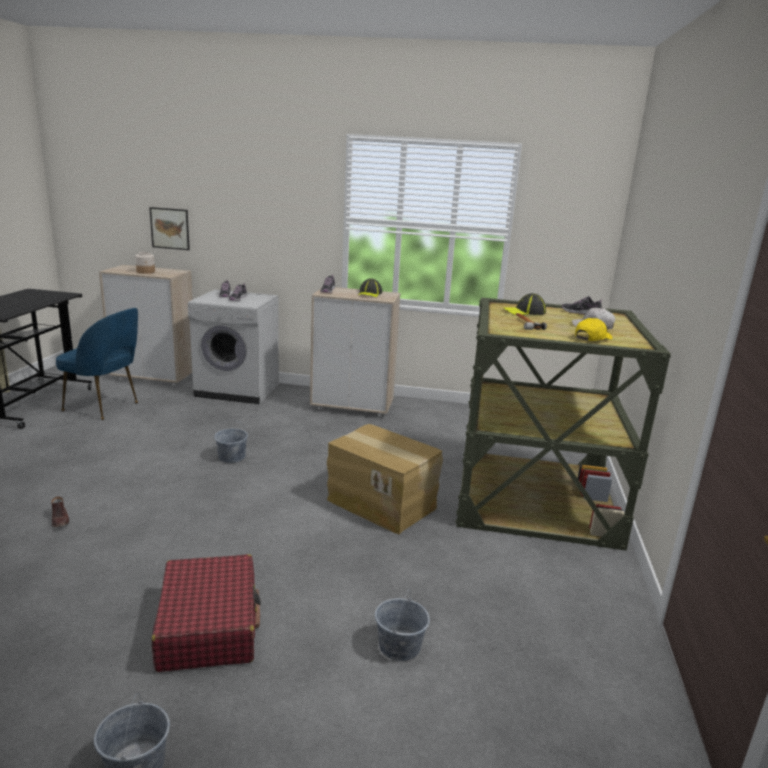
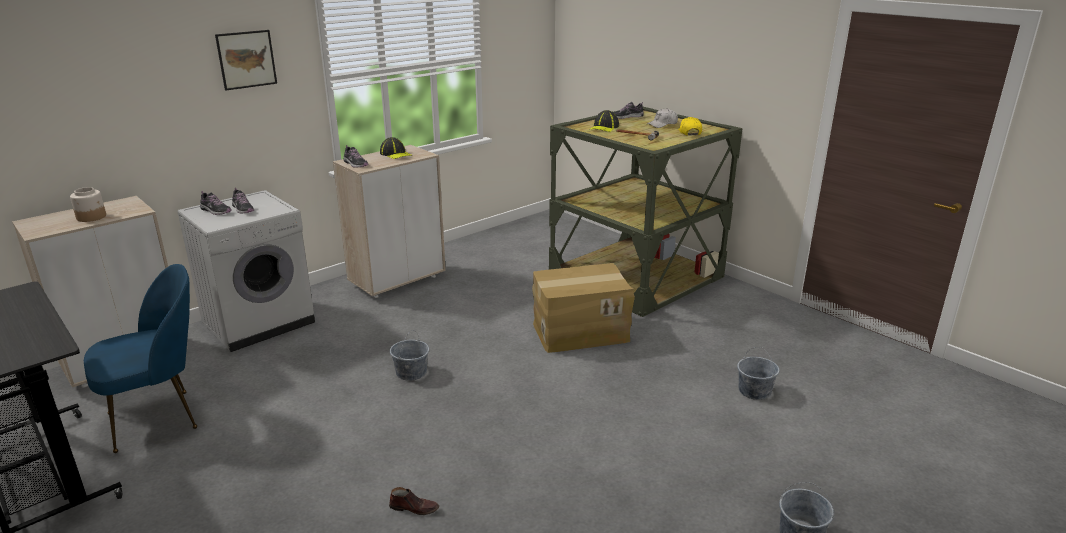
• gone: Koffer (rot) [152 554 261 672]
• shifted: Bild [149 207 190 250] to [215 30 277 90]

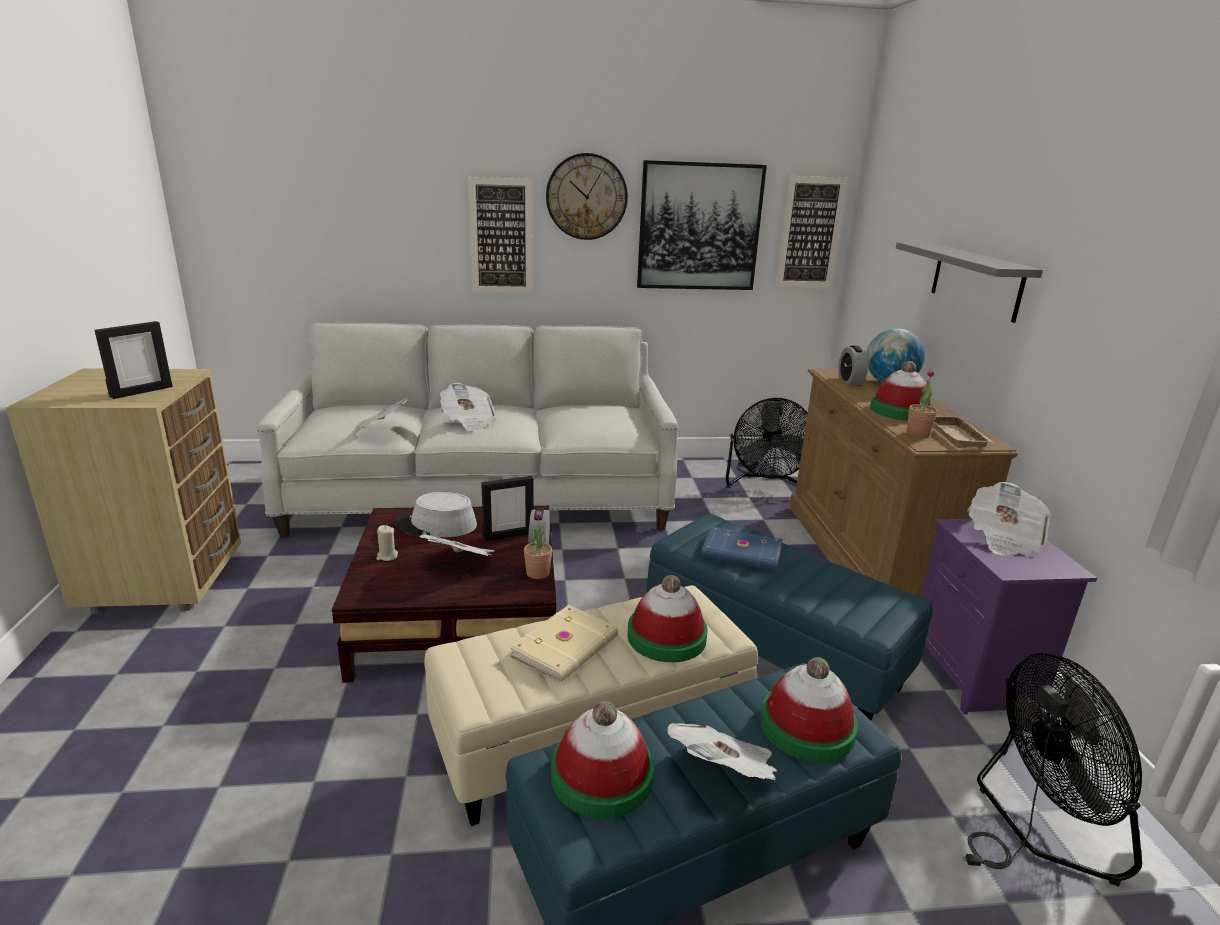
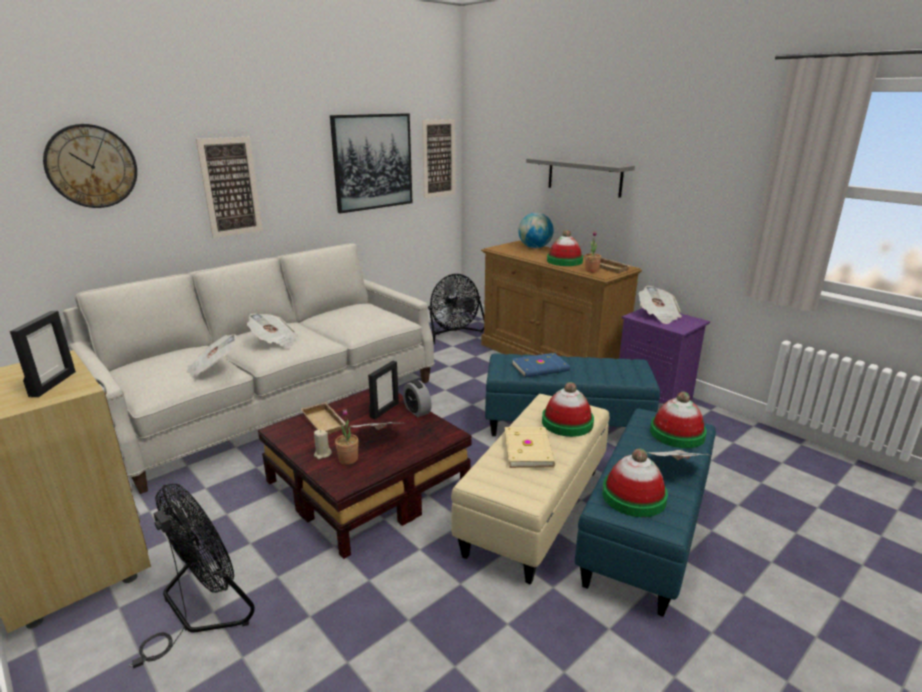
• gone: Wecker [838 345 868 385]
• shifted: Topfpflanze [524 510 552 579] to [335 409 359 465]
• shifted: Wanduhr [546 153 628 240] to [43 124 137 208]
• shifted: Ventilator (schwarz) [963 653 1142 886] to [129 484 255 668]
• swapped: Hut (grau) [395 492 477 538] to Tablett (beige) [301 402 345 434]

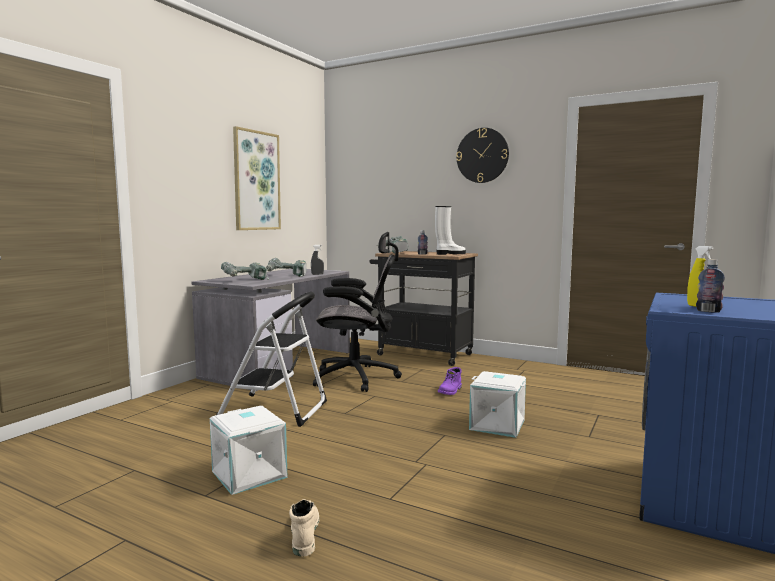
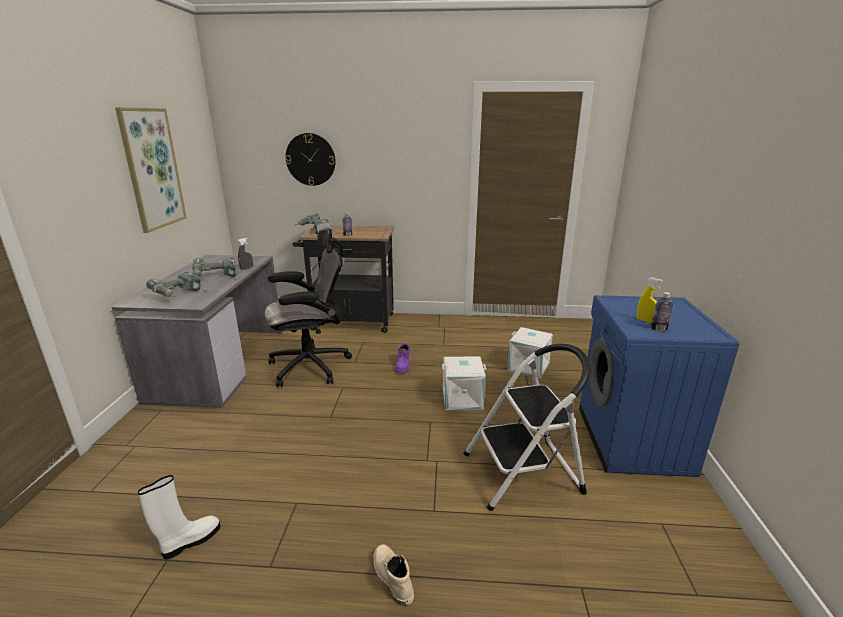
• shifted: Aufbewahrungsbox (weiß) [210 406 288 495] to [507 327 553 379]
• shifted: Trittleiter [216 292 327 427] to [463 344 590 511]
• shifted: Stiefel (weiß) [435 206 466 255] to [138 475 221 559]
• shifted: Wanduhr [456 128 509 183] to [285 133 336 186]

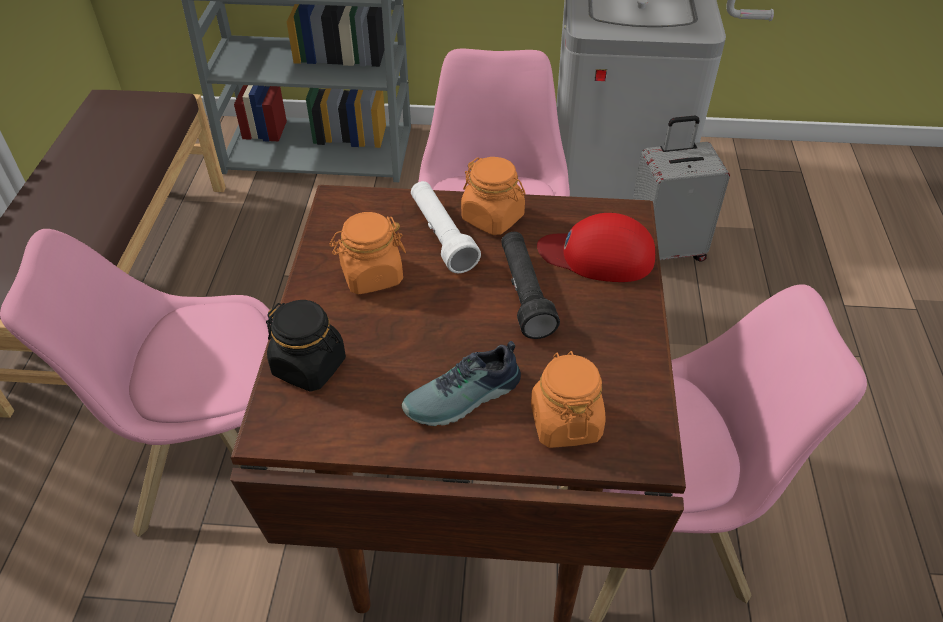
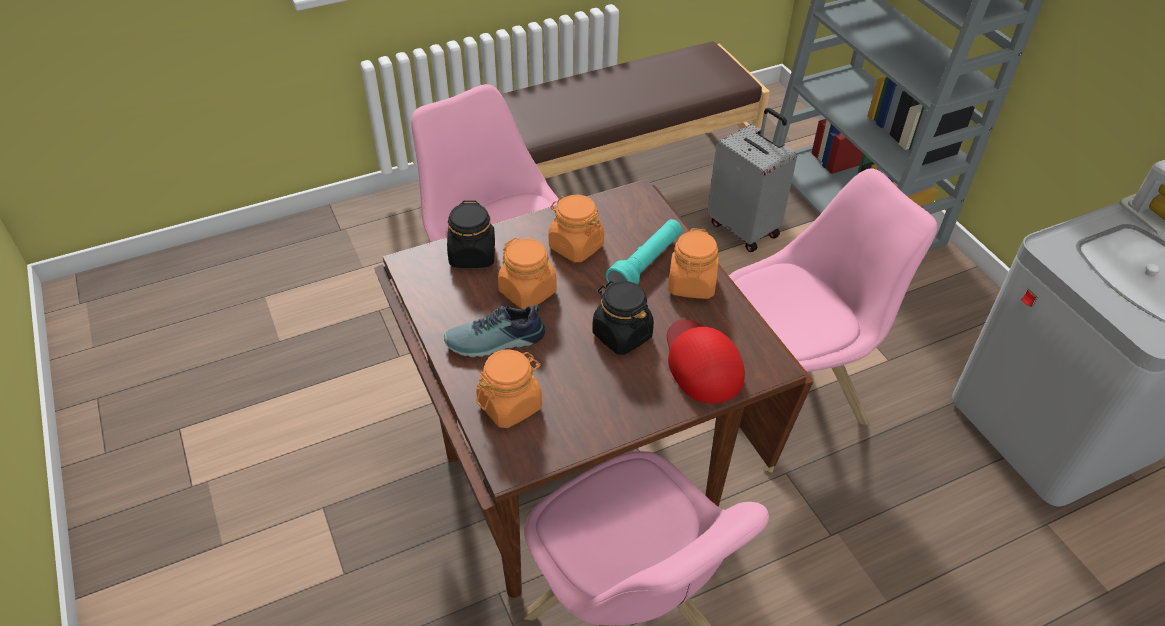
• new: Vorratsglas (orange) [498 238 557 309]
• shifted: Koffer (grau) [633 116 730 262] to [707 108 797 252]
• swapped: Taschenlampe (schwarz) [501 232 560 339] to Vorratsglas (schwarz) [592 281 654 355]
• repainted: Taschenlampe (weiß) [411 181 481 273] to Taschenlampe (türkis) [606 219 682 285]
• rotated: Schuh [402 341 521 426] = [444 304 545 357] 45 degrees counterclockwise

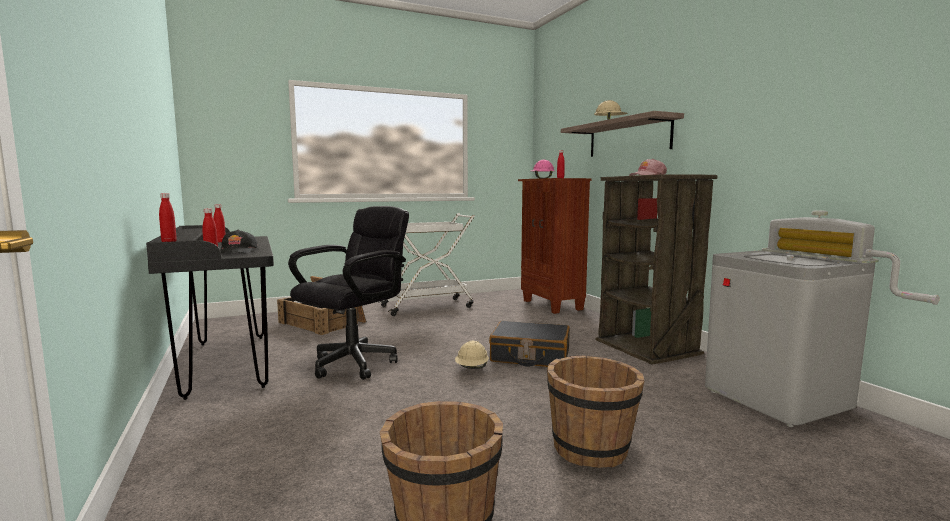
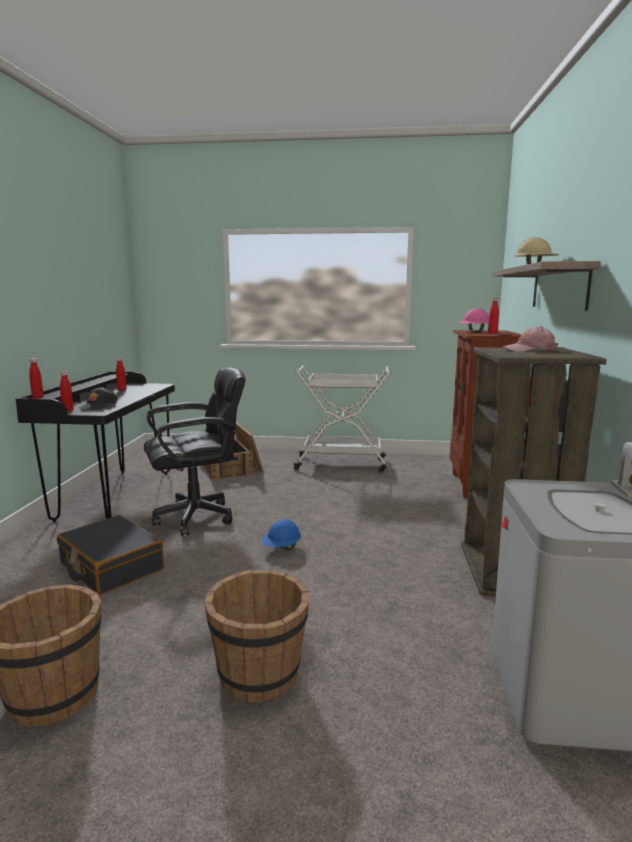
• shifted: Koffer (schwarz) [489 321 570 367] to [57 515 164 595]
• repainted: Schutzhelm (beige) [455 341 489 369] to Schutzhelm (blau) [262 519 301 550]

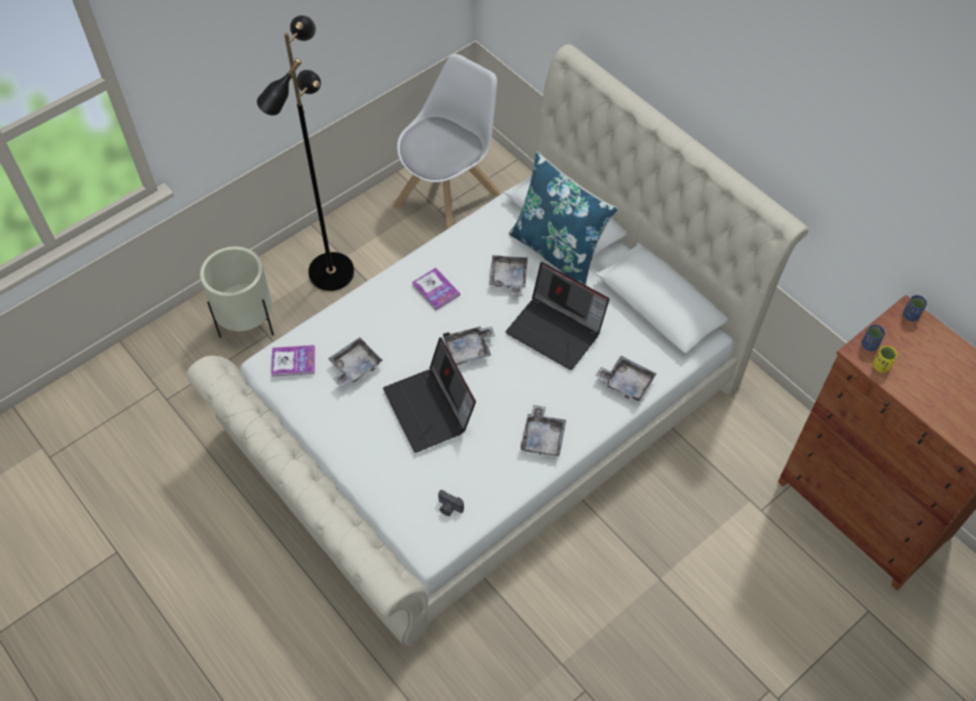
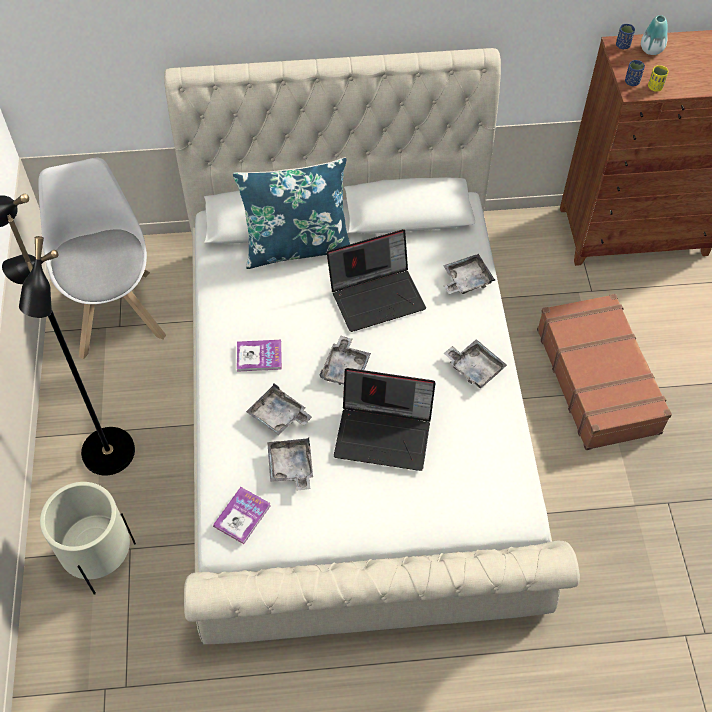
• gone: Kamera [438 490 464 516]
• new: Koffer (braun) [537 294 672 450]
• new: Vase [641 15 668 55]
• shifted: Tablett (grau) [489 255 528 295] to [246 383 312 435]

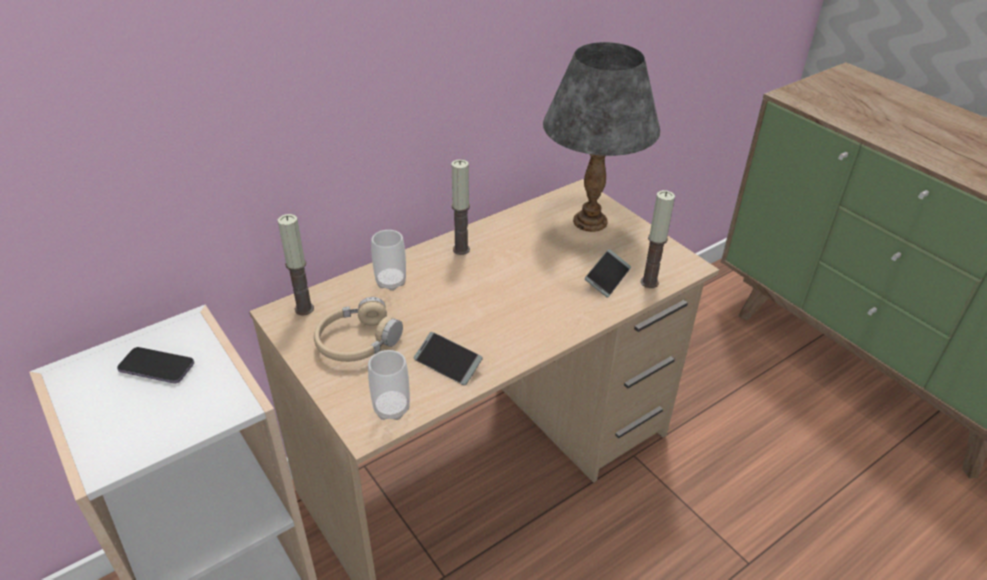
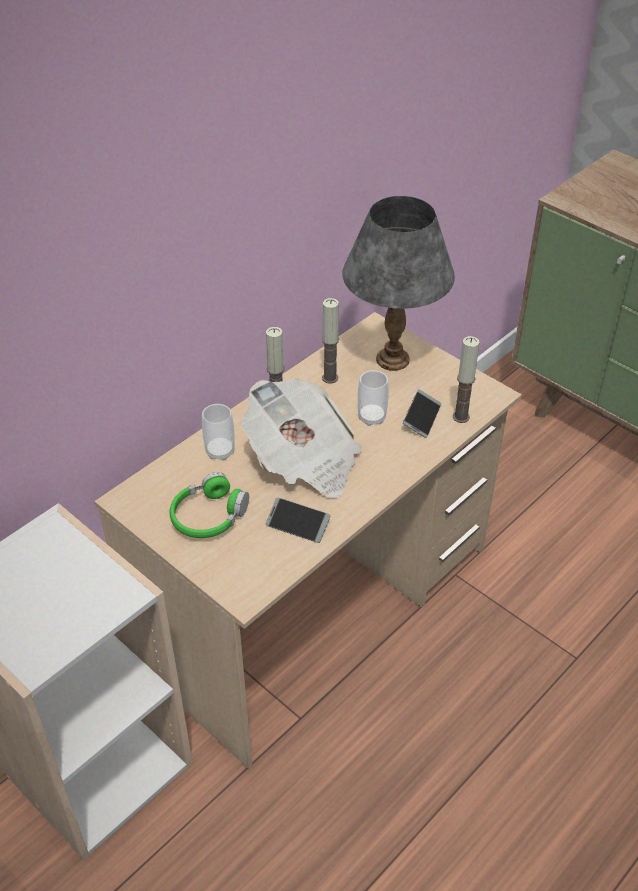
• gone: Handy [117 347 194 383]
• new: Zeitung [241 378 362 498]
• shifted: Kerze [278 214 314 316] to [322 298 339 384]
• shifted: Tasse [368 350 410 420] to [358 370 389 426]
• repainted: Kopfhörer (beige) [314 297 403 362] to Kopfhörer (grün) [169 472 249 538]

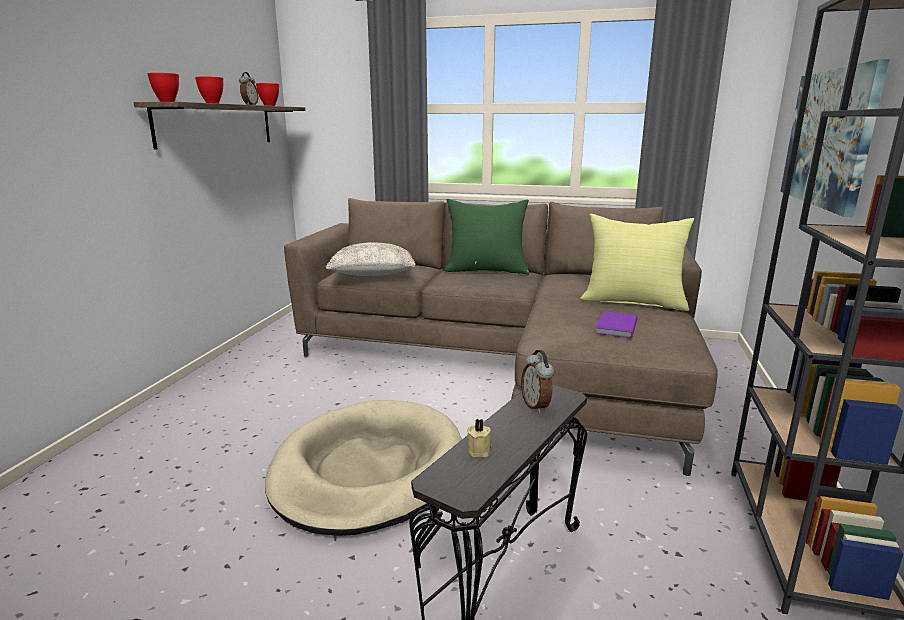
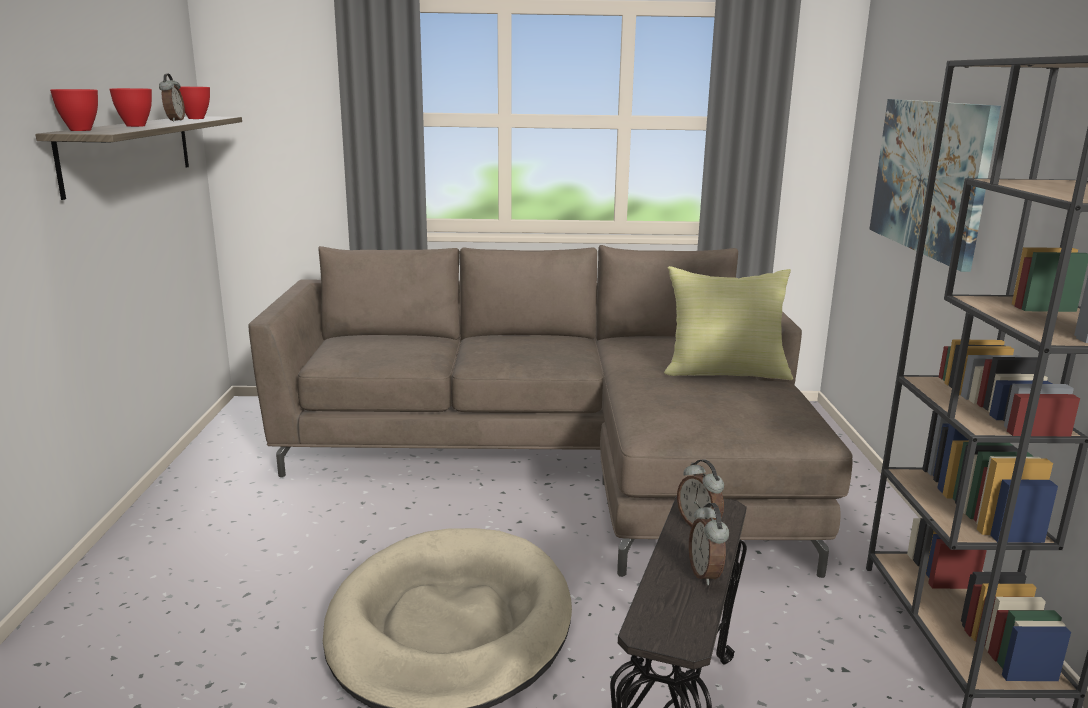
• gone: Kissen (beige) [326 242 415 276]
• gone: Kissen (grün) [444 199 530 275]
• gone: Kerze (beige) [467 418 492 457]
• gone: Buch (lila) [595 311 638 338]
• new: Wecker [689 503 729 585]

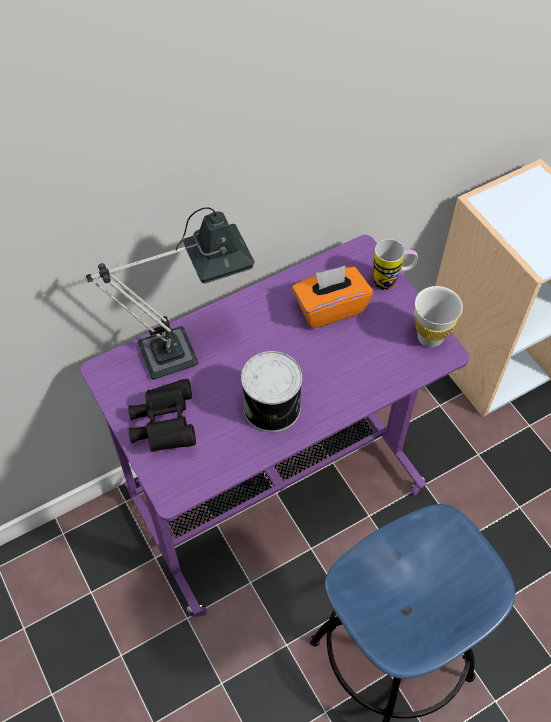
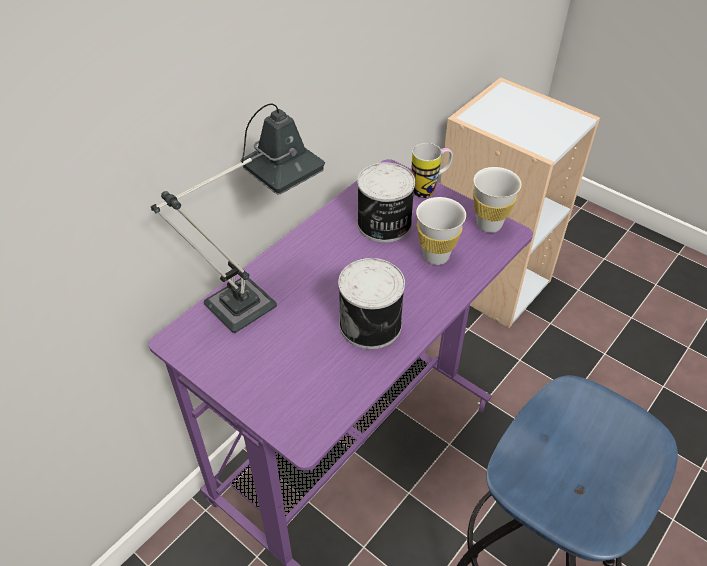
• gone: Fernglas (schwarz) [128 379 196 452]
• new: Tasse (weiß) [416 197 466 265]
• swapped: Taschentuchbox (orange) [292 266 373 328] to Dose [357 162 415 243]

